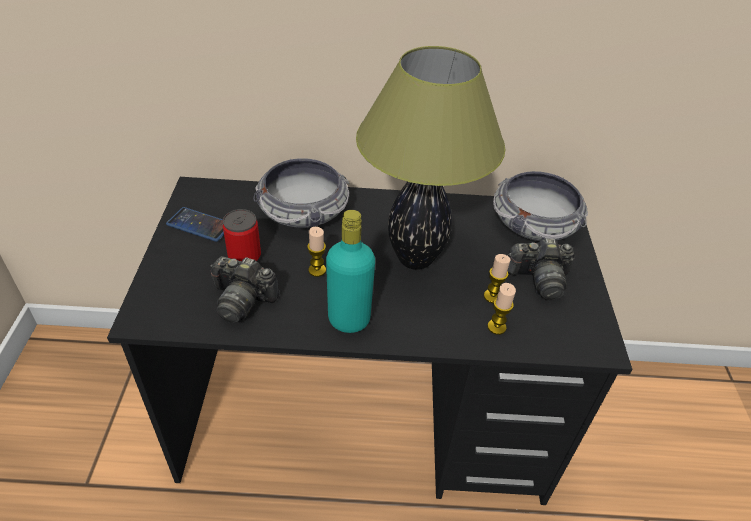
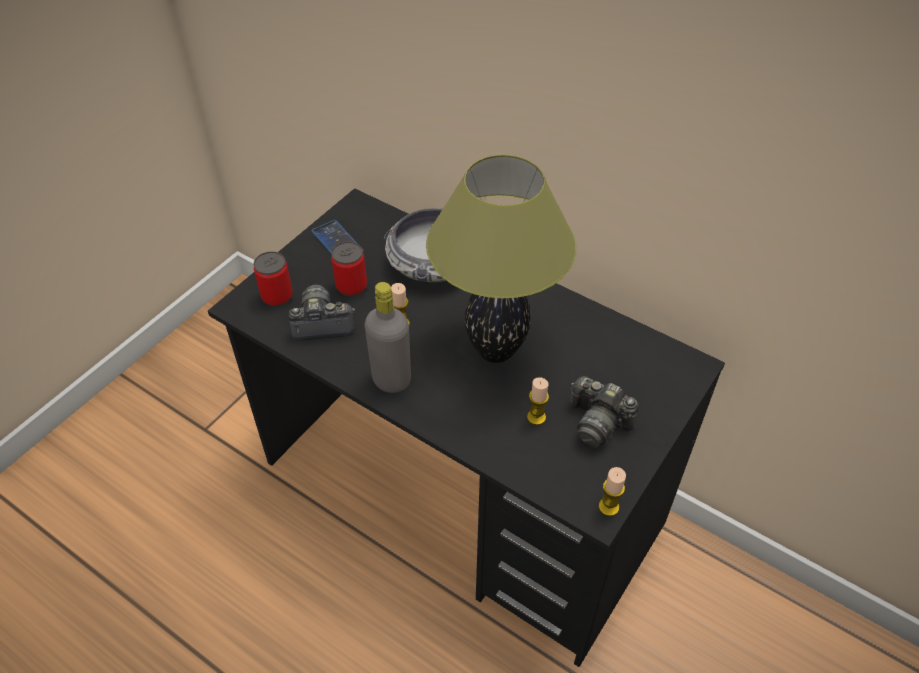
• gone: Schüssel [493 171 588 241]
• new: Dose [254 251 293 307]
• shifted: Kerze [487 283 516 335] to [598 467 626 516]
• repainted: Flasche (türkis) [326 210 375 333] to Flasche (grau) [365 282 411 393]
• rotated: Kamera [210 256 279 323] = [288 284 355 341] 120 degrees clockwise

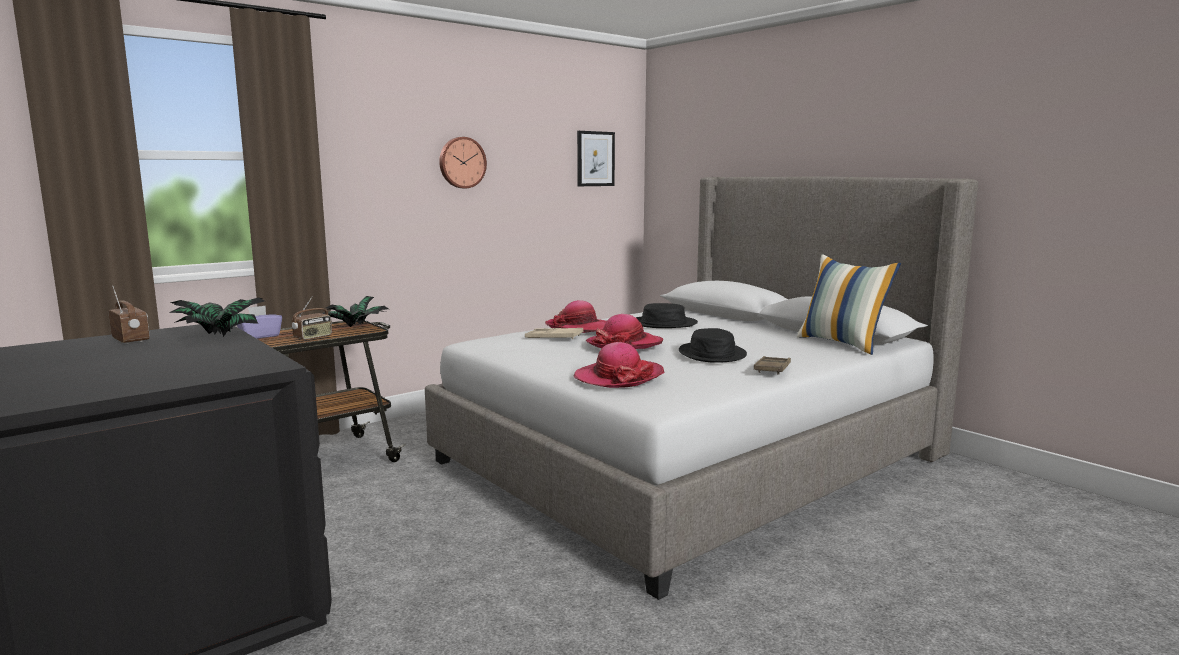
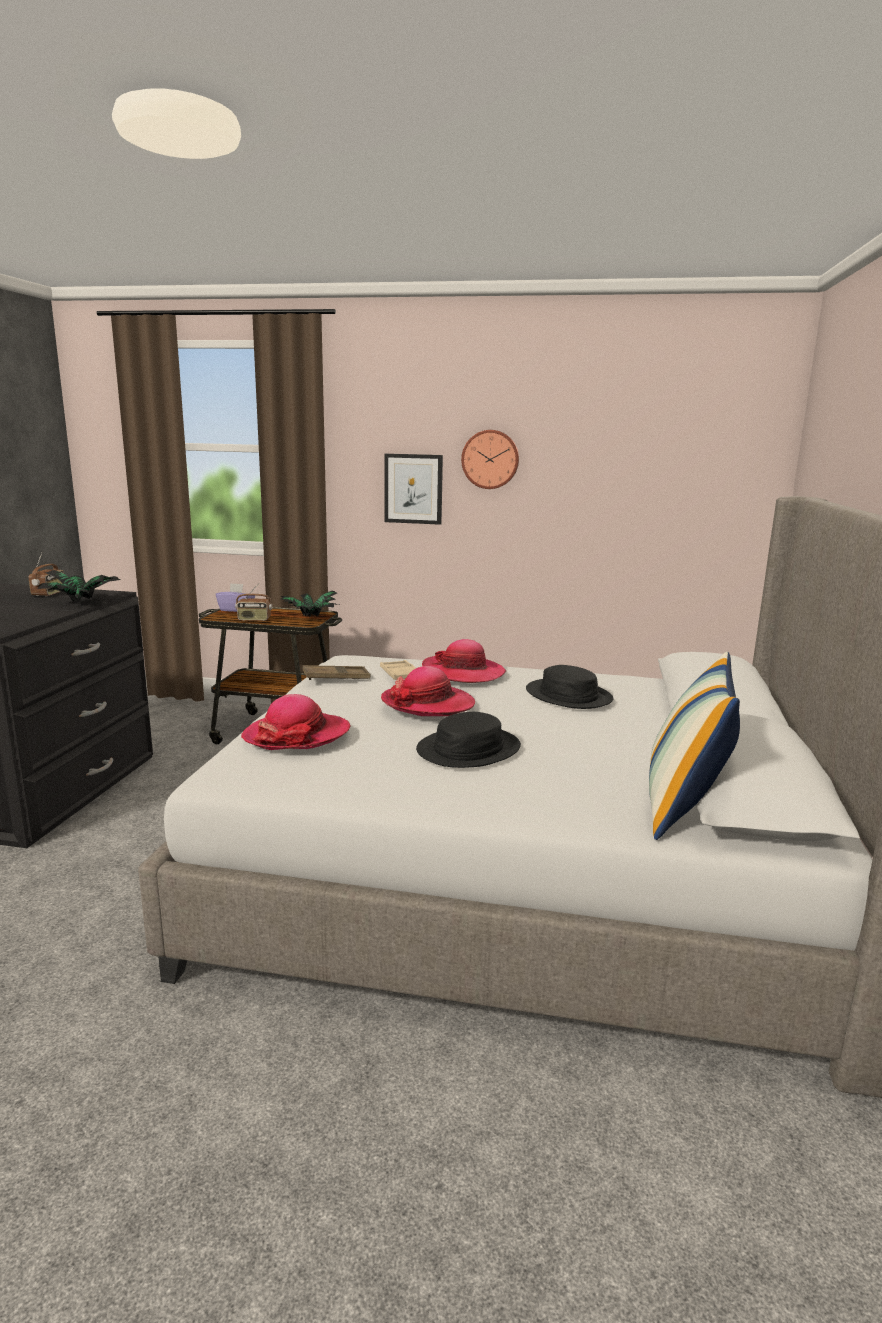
• shifted: Bild [577 131 615 186] to [384 454 443 525]
• shifted: Tablett (braun) [754 356 791 374] to [303 665 371 680]

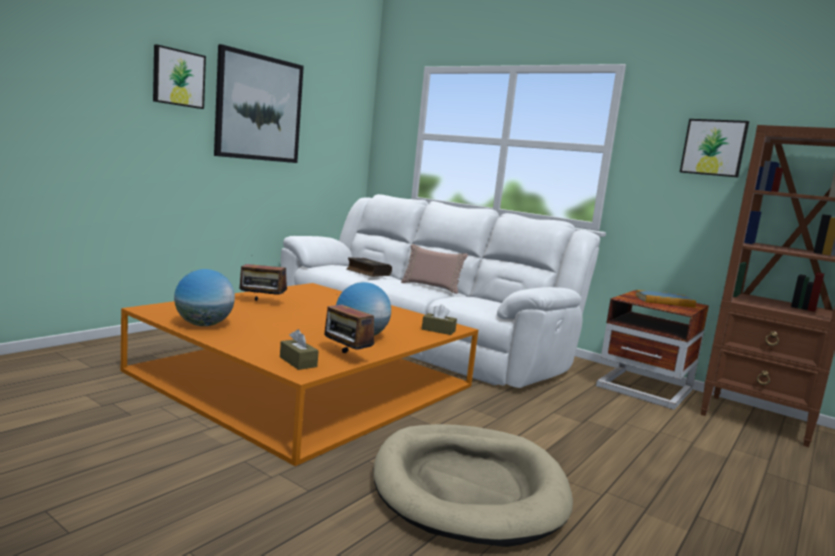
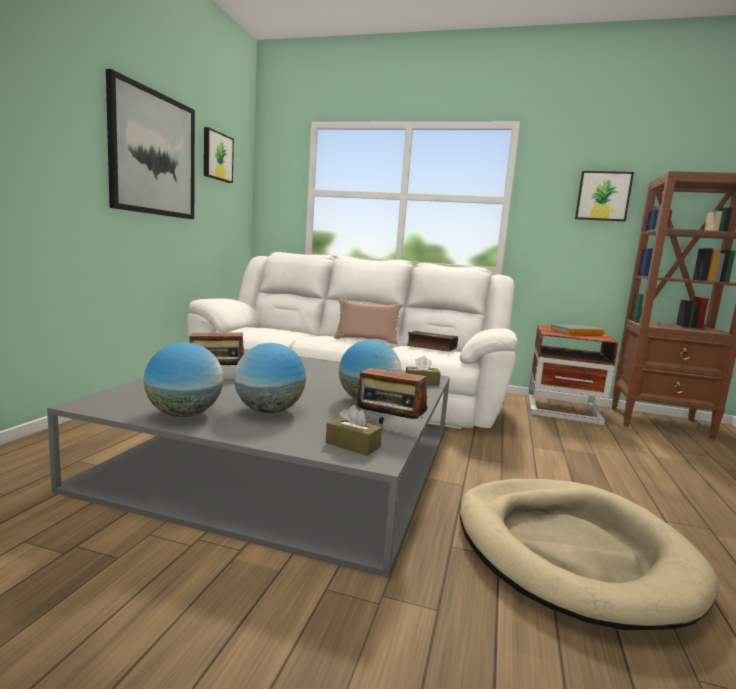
• new: Globus [234 343 306 413]
• shifted: Bild [153 45 206 109] to [204 127 234 183]
• shifted: Buch [346 257 392 277] to [407 331 458 352]
• repainted: Couchtisch (orange) [121 283 478 466] to Couchtisch (grau) [47 349 450 578]

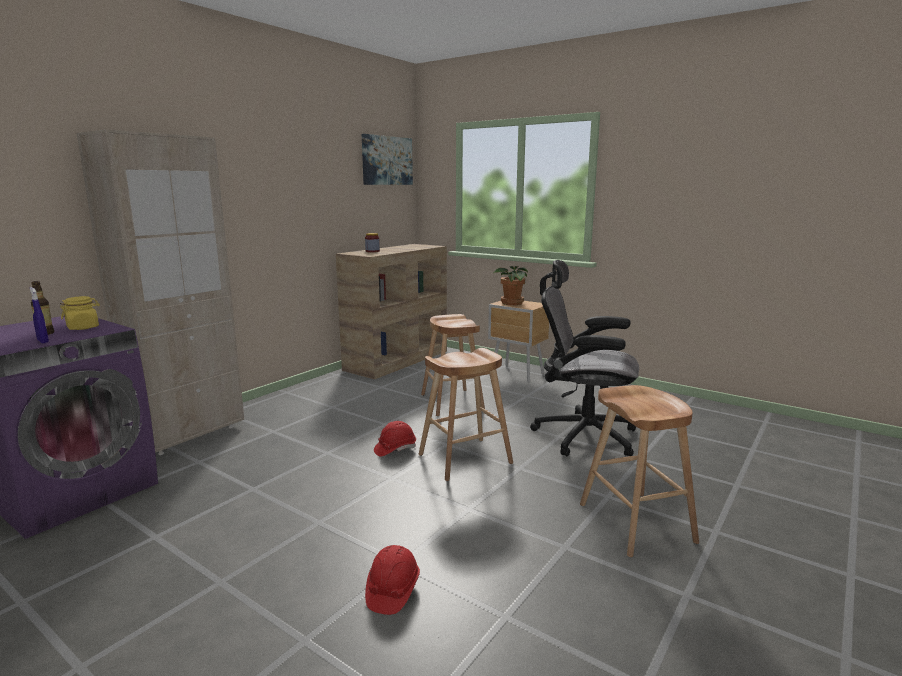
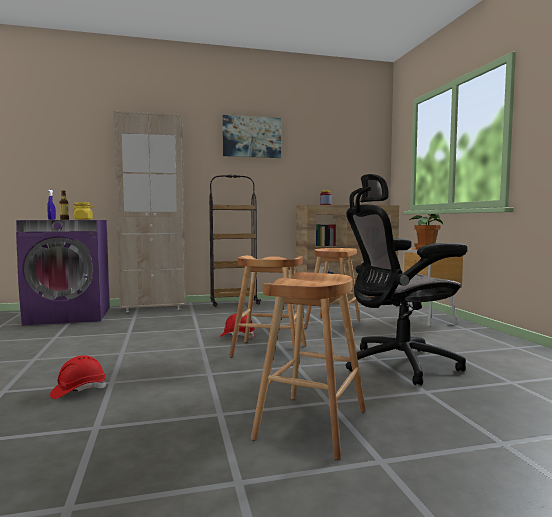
• new: Rollwagen (braun) [209 175 261 307]
• shifted: Bild [362 134 413 185] to [222 115 281 158]
• rotated: Bürostuhl [530 260 639 456] = [346 174 467 385] 75 degrees counterclockwise

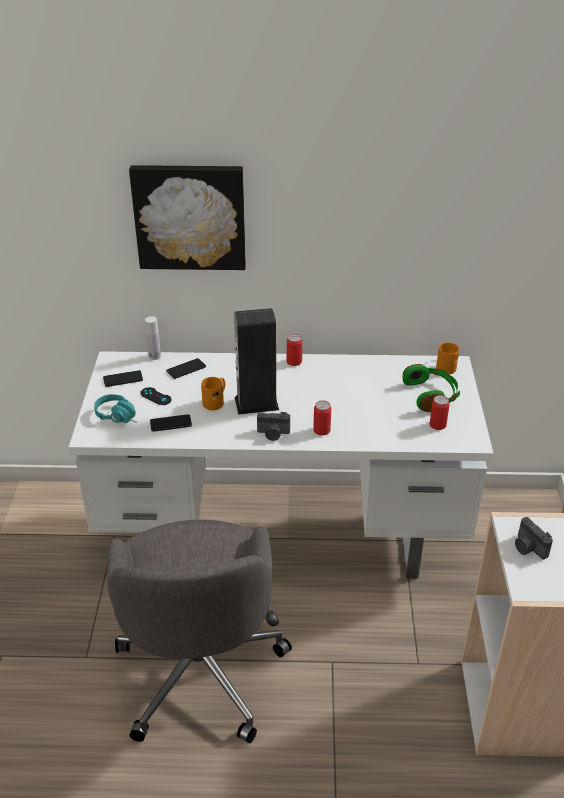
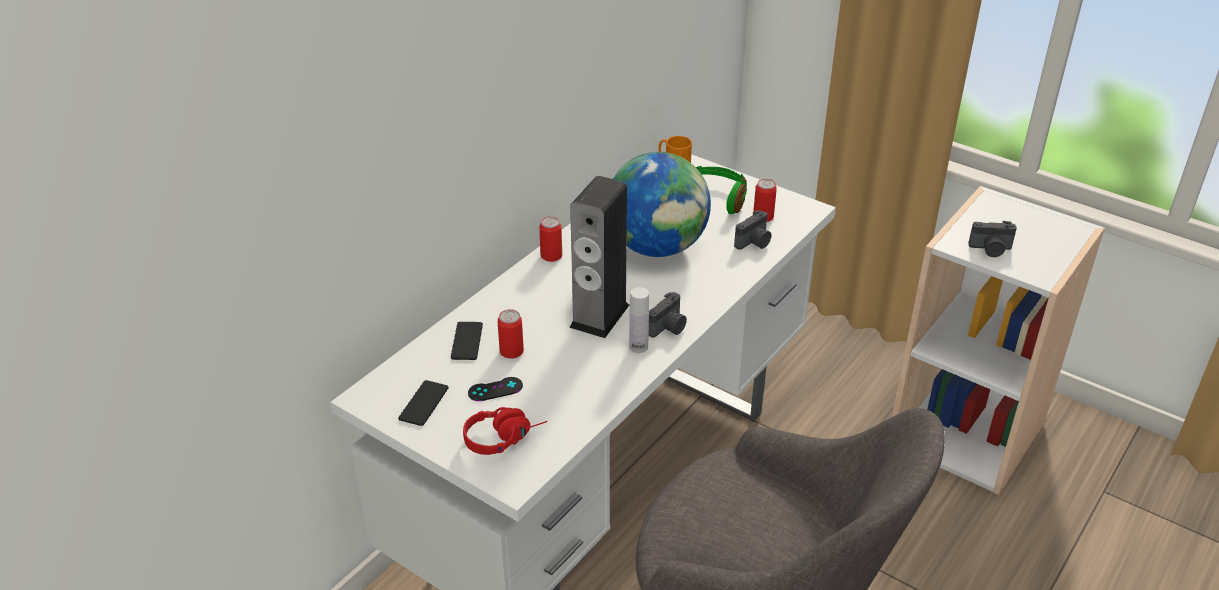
• gone: Bild [129 165 246 270]
• gone: Handy [150 414 192 432]
• gone: Henkelbecher (orange) [201 377 225 410]
• new: Globus [613 152 711 257]
• new: Kamera [734 210 772 250]
• shifted: Flasche (weiß) [145 316 161 360] to [629 287 649 353]
• shifted: Dose [313 400 331 436] to [498 309 524 359]
• repainted: Kopfhörer (türkis) [94 394 137 423] to Kopfhörer (rot) [463 407 548 455]

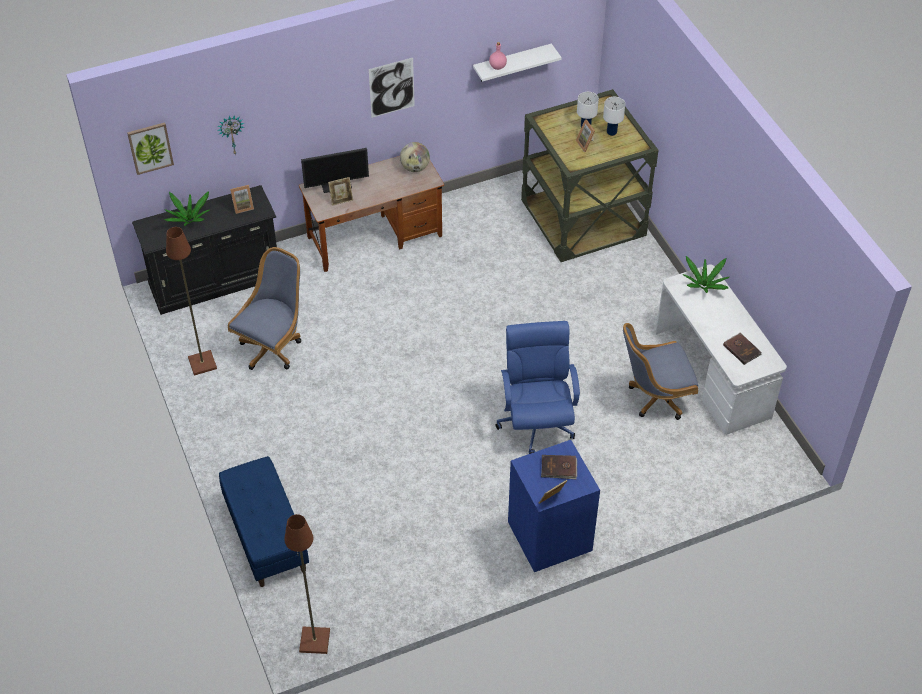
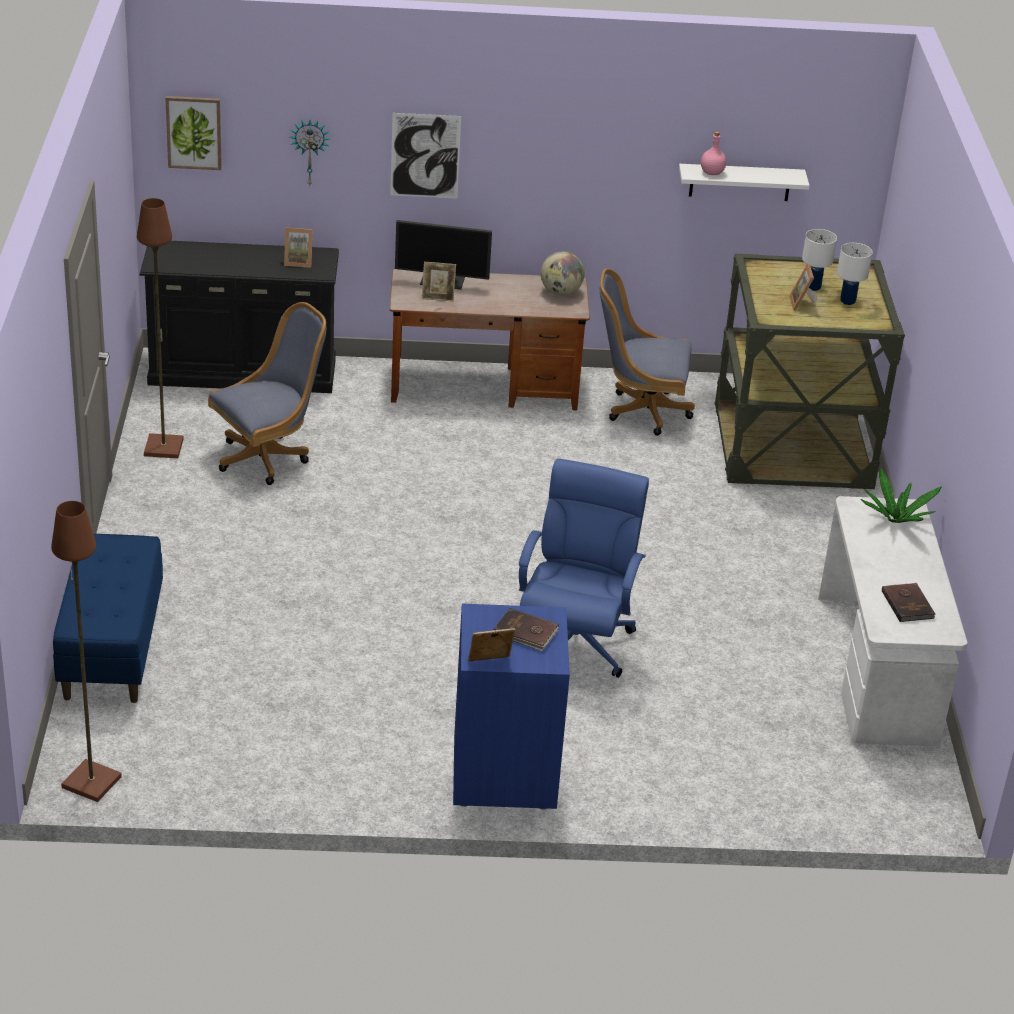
• gone: Topfpflanze [164 191 210 226]
• shifted: Bild [369 58 415 118] to [390 113 461 198]
• shifted: Bürostuhl (blau) [623 323 698 420] to [600 268 695 436]

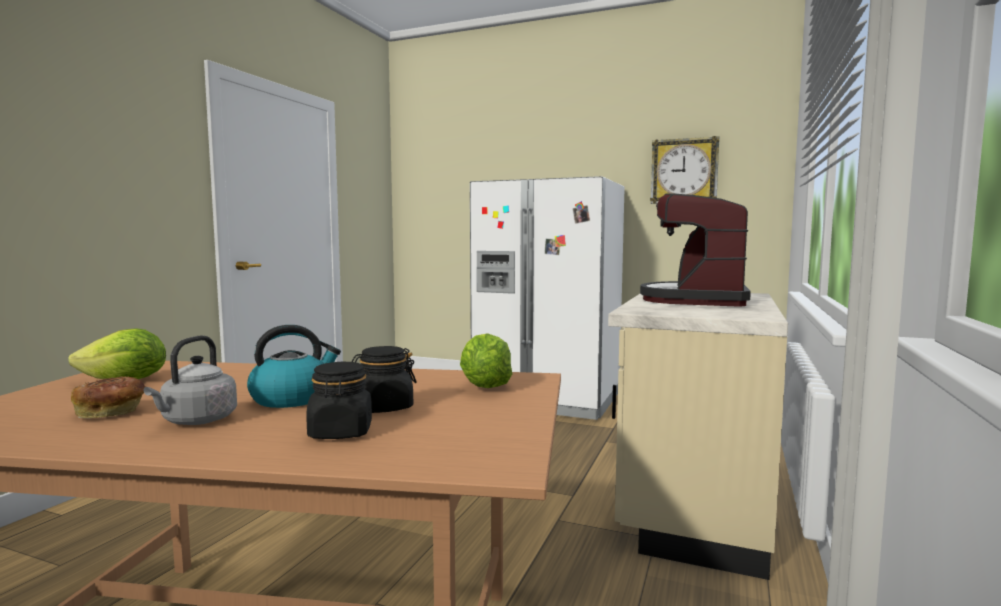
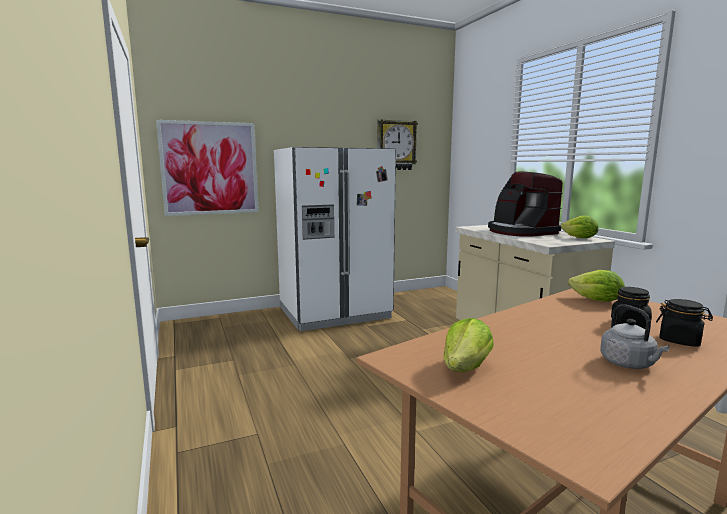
• gone: Brot [71 376 145 419]
• gone: Wasserkessel [247 325 341 408]
• new: Bild [156 120 259 216]
• new: Salatkopf [561 216 599 238]

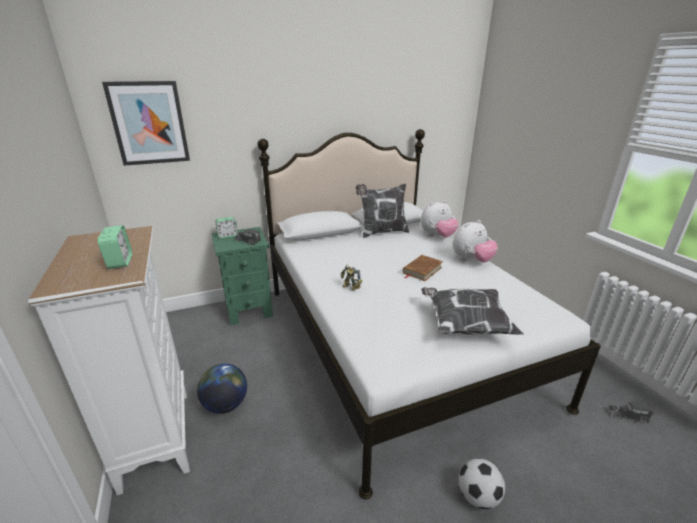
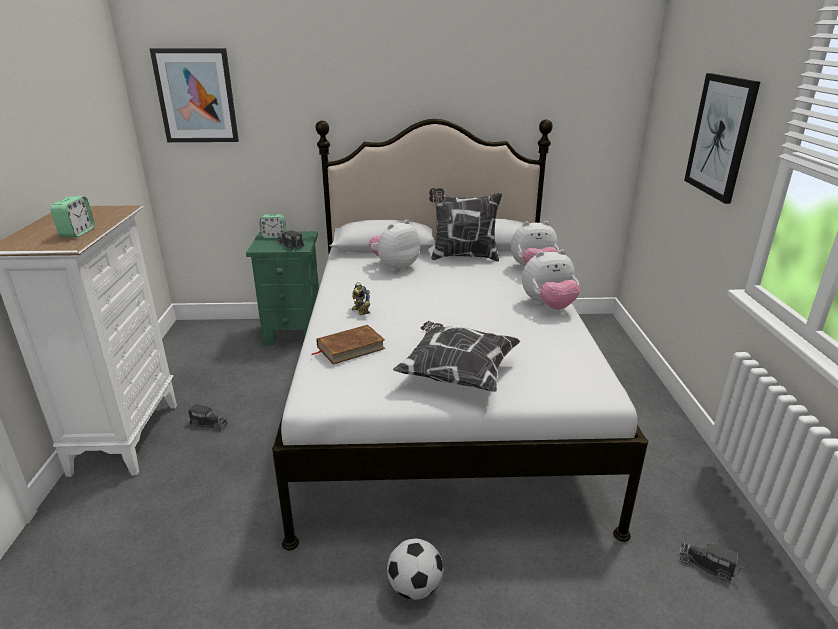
• new: Plüschtier [369 220 420 272]
• new: Bild [684 73 760 204]
• shifted: Buch (braun) [403 255 443 281] to [312 325 385 364]
• swapped: Globus [197 363 247 414] to Spielzeuglaster [188 403 228 431]

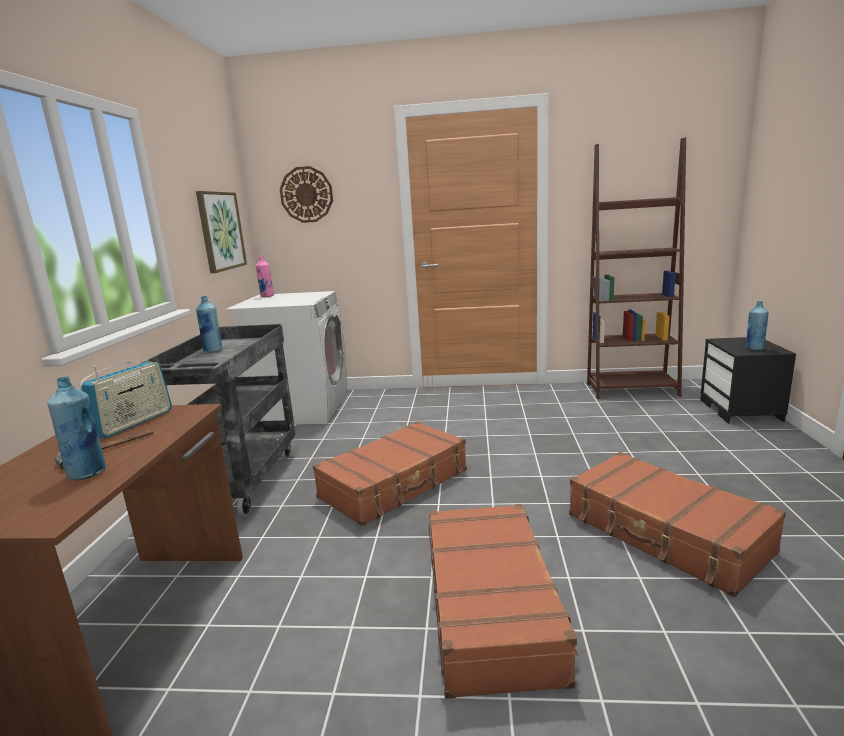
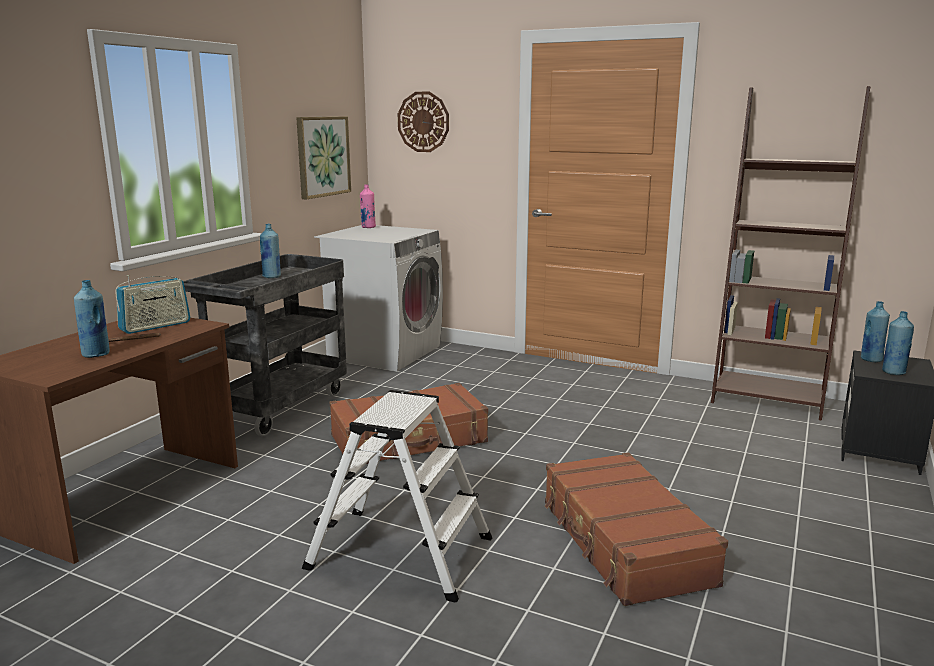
• new: Flasche (blau) [861 301 890 362]
• swapped: Koffer (braun) [429 504 579 699] to Trittleiter (weiß) [302 390 492 602]

